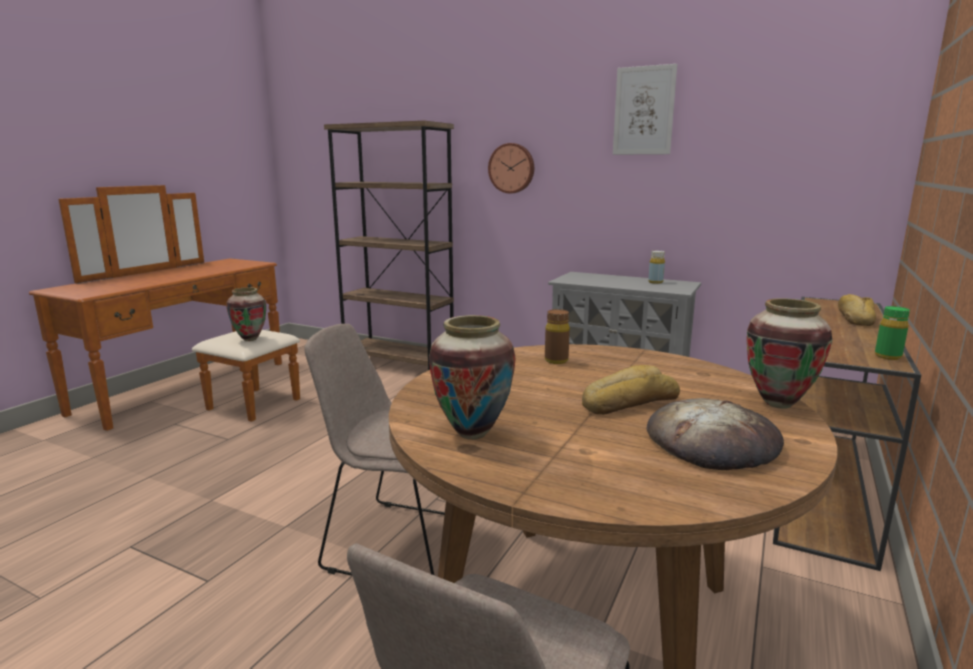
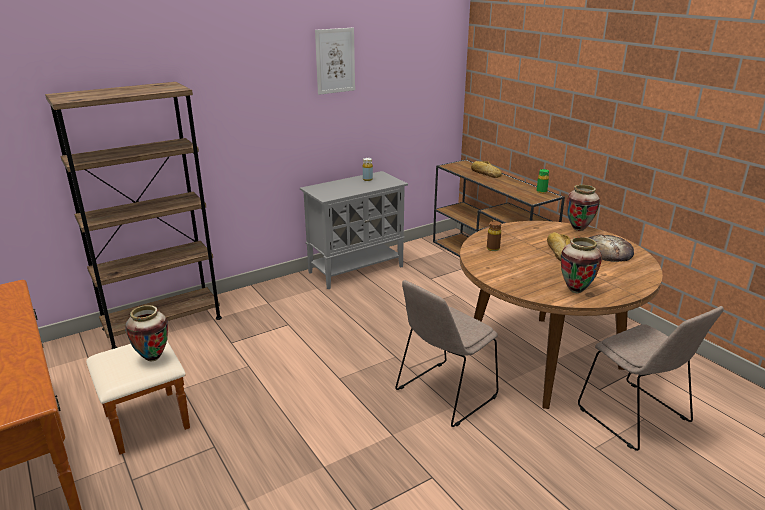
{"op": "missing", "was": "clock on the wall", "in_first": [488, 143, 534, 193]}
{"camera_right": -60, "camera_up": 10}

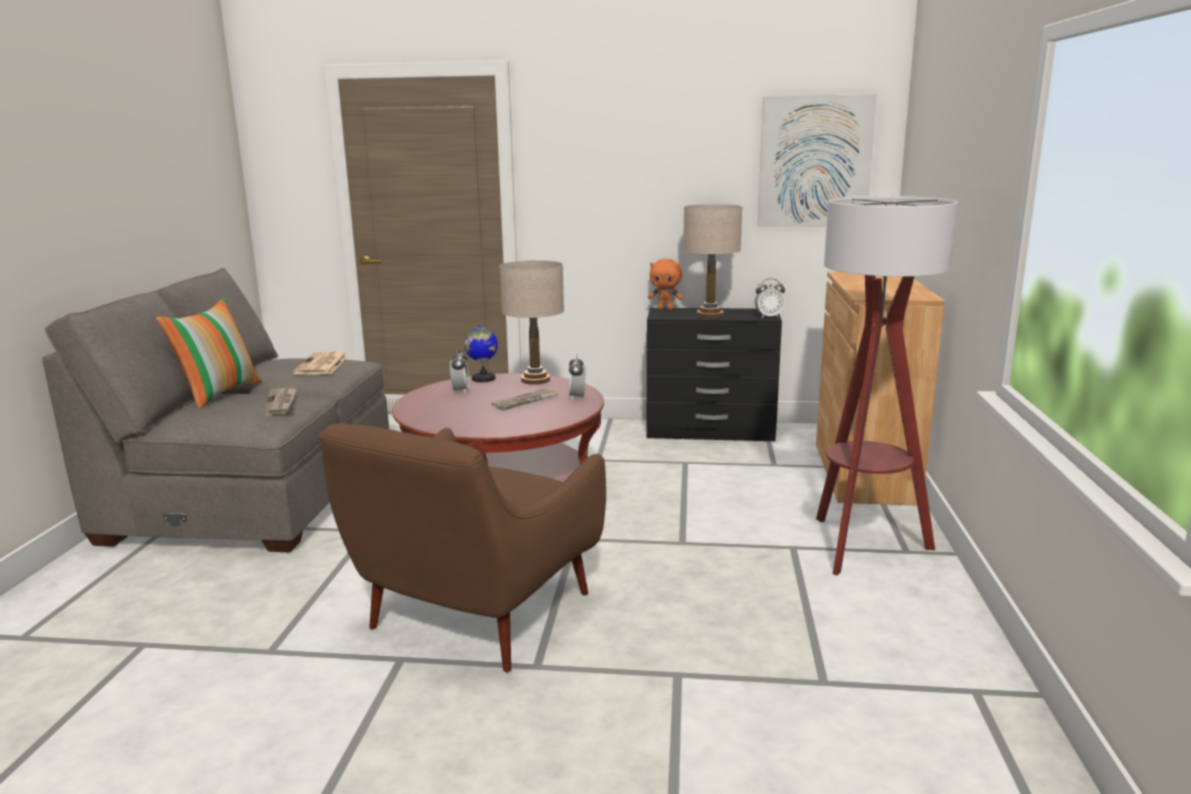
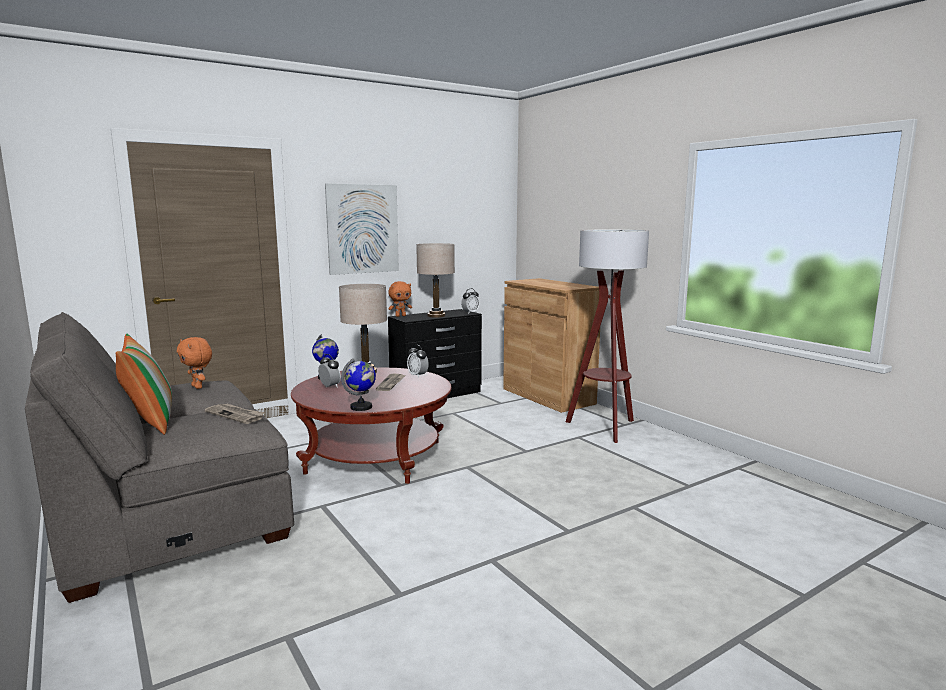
{"op": "relocated", "was": "picture", "in_first": [758, 94, 877, 227], "in_second": [325, 184, 399, 275]}
{"op": "exchanged", "was": "daily paper", "now": "cuddly toy in orange-coloured", "in_first": [293, 351, 348, 375], "in_second": [177, 337, 212, 389]}
{"op": "missing", "was": "lounge chair in brownish", "in_first": [319, 424, 606, 672]}
{"op": "appeared", "now": "desk globe", "in_second": [341, 358, 376, 411]}
{"camera_right": -40, "camera_up": -5}

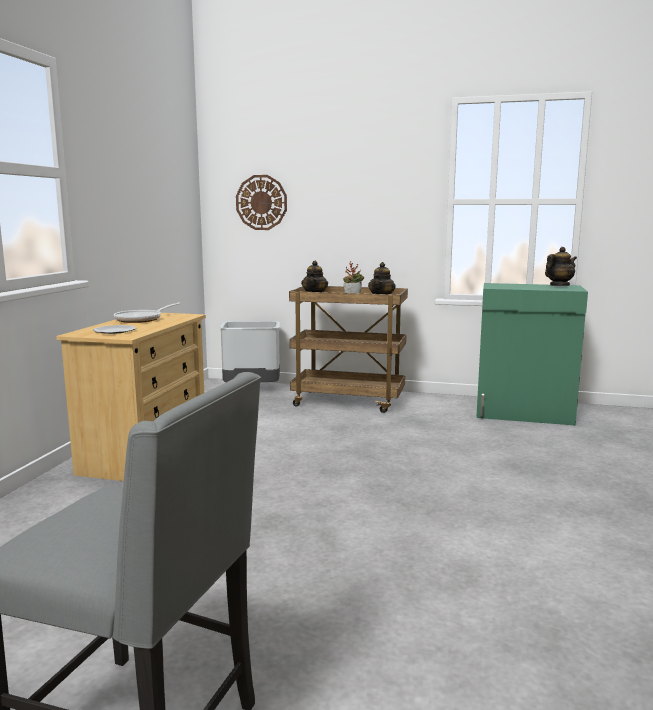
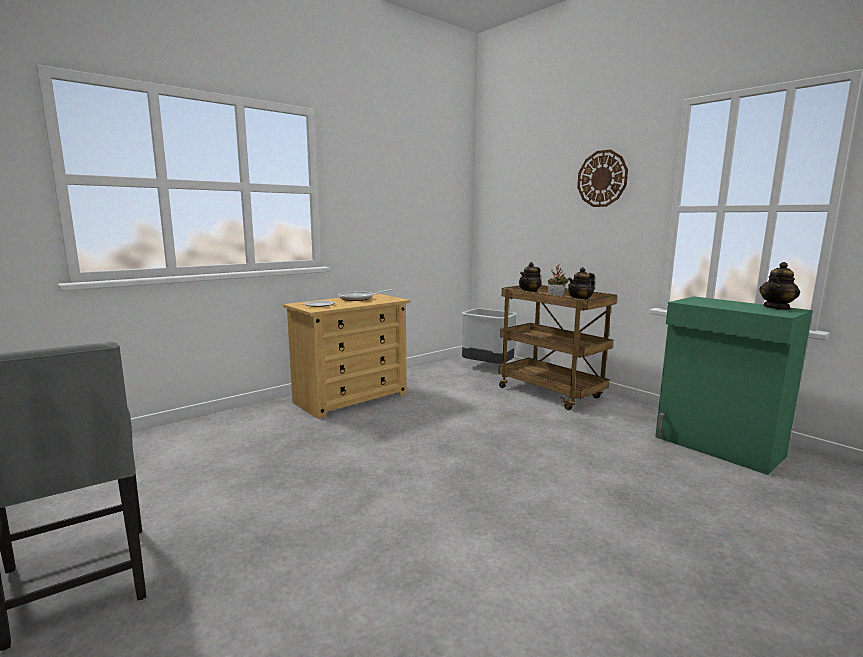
{"op": "relocated", "was": "clock on the wall", "in_first": [236, 175, 287, 230], "in_second": [577, 150, 628, 207]}
{"op": "spun", "was": "tea pot", "in_first": [545, 247, 577, 286], "in_second": [759, 262, 800, 310], "clockwise": 135}
{"camera_right": 35, "camera_up": 0}

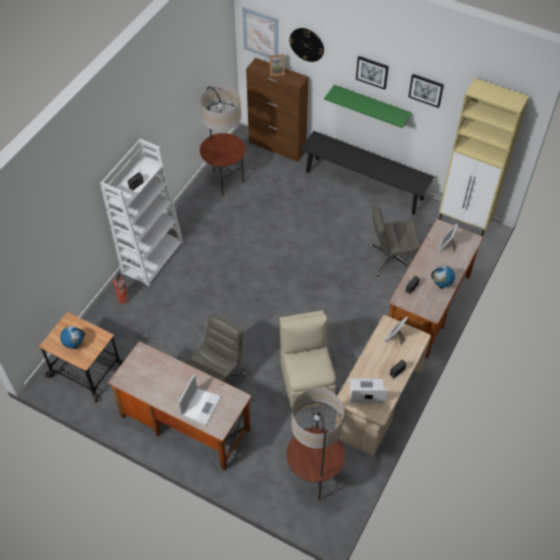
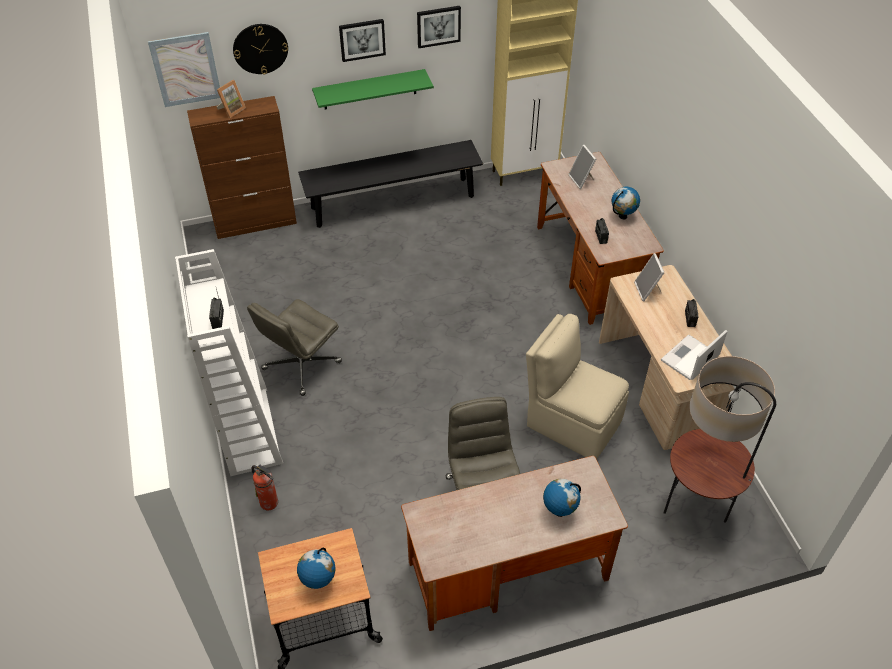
{"op": "missing", "was": "standing lamp", "in_first": [200, 86, 245, 195]}
{"op": "relocated", "was": "office chair in gray", "in_first": [369, 205, 421, 276], "in_second": [247, 299, 342, 396]}
{"op": "exchanged", "was": "notebook computer", "now": "desk globe", "in_first": [178, 374, 221, 425], "in_second": [543, 479, 581, 517]}
{"camera_right": -45, "camera_up": -5}

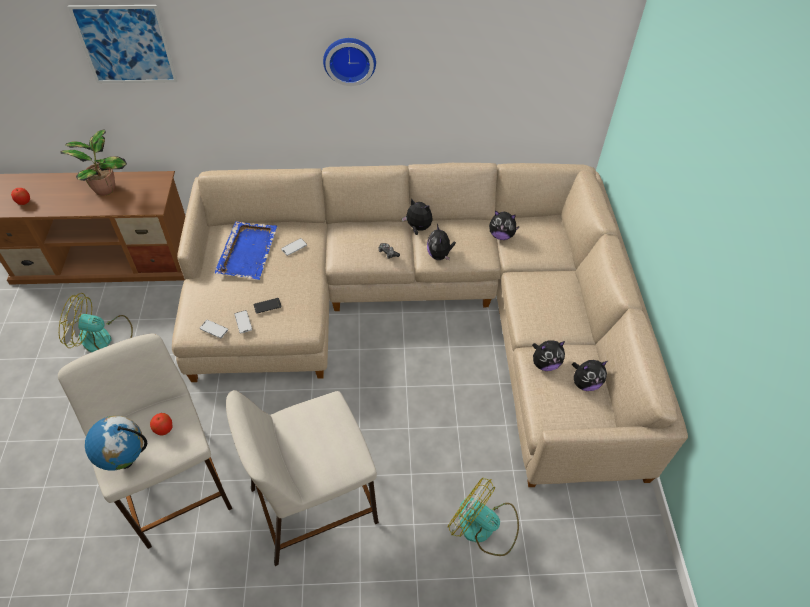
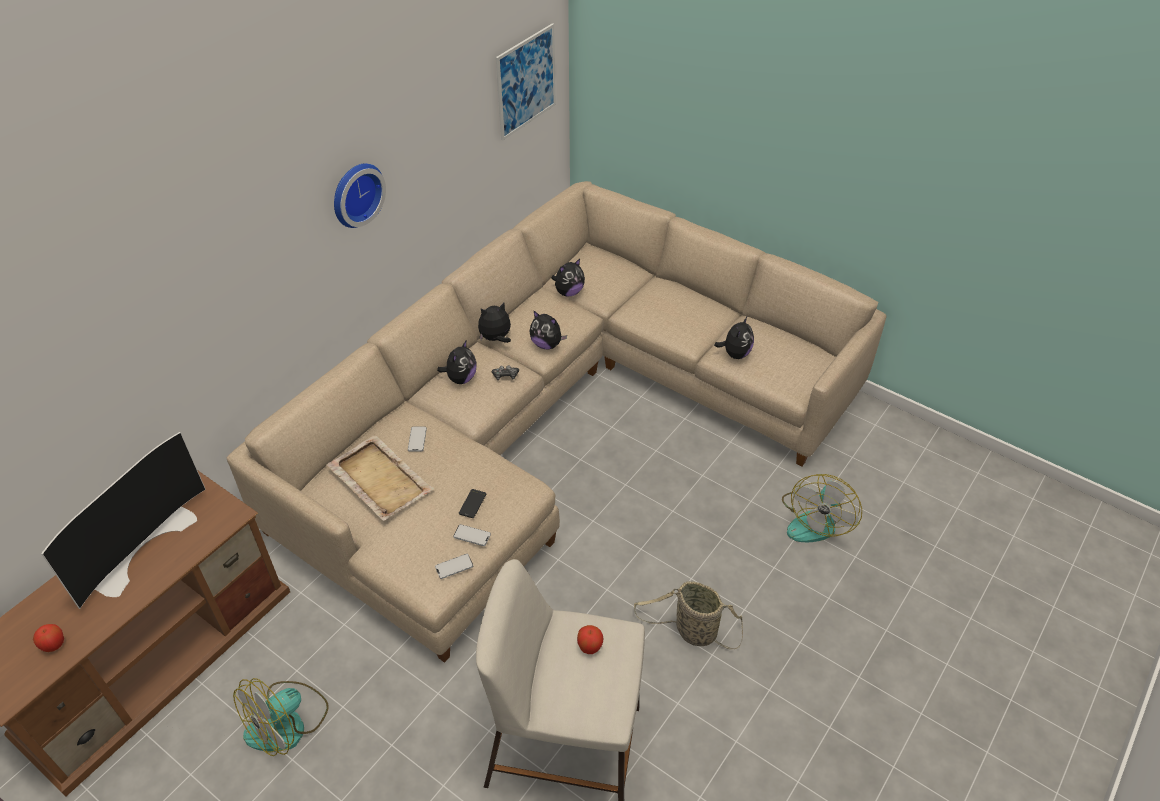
{"op": "relocated", "was": "picture", "in_first": [68, 5, 177, 83], "in_second": [496, 23, 556, 141]}
{"op": "exchanged", "was": "potted plant", "now": "television", "in_first": [60, 130, 127, 196], "in_second": [41, 432, 206, 609]}
{"op": "colour", "was": "serving tray in blue-coloured", "now": "serving tray in beige", "in_first": [215, 221, 277, 280], "in_second": [326, 435, 434, 521]}
{"op": "relocated", "was": "cuddly toy", "in_first": [572, 360, 607, 391], "in_second": [437, 341, 477, 384]}
{"op": "exchanged", "was": "stool in beige", "now": "storage basket", "in_first": [226, 390, 379, 566], "in_second": [634, 581, 743, 650]}
{"op": "missing", "was": "desk globe", "in_first": [85, 416, 147, 471]}
{"op": "spun", "was": "cooling fan", "in_first": [448, 478, 519, 556], "in_second": [782, 474, 862, 542], "clockwise": -45}
{"camera_right": -50, "camera_up": -5}

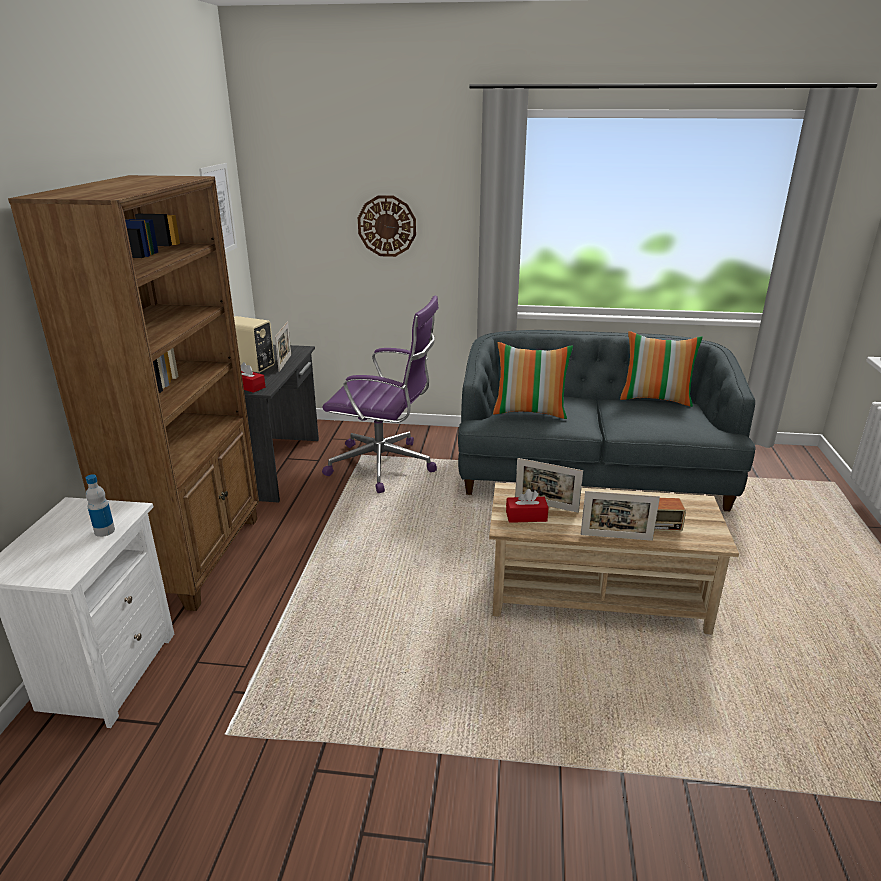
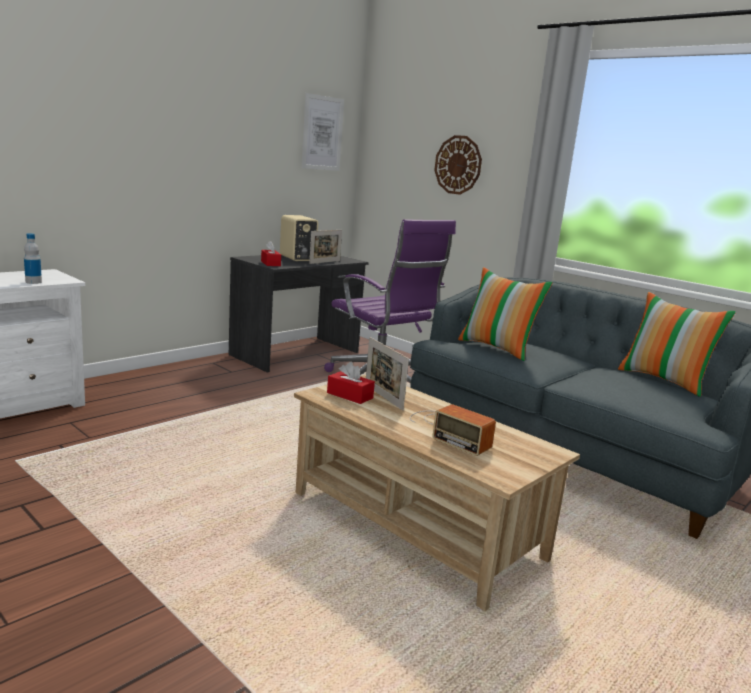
{"op": "missing", "was": "bookcase in brownish", "in_first": [8, 175, 259, 611]}
{"op": "missing", "was": "photo frame", "in_first": [581, 491, 660, 541]}
{"camera_right": 35, "camera_up": -10}

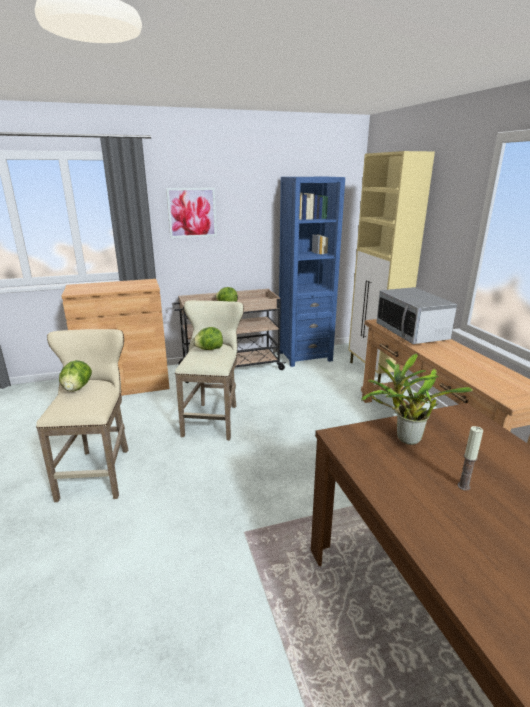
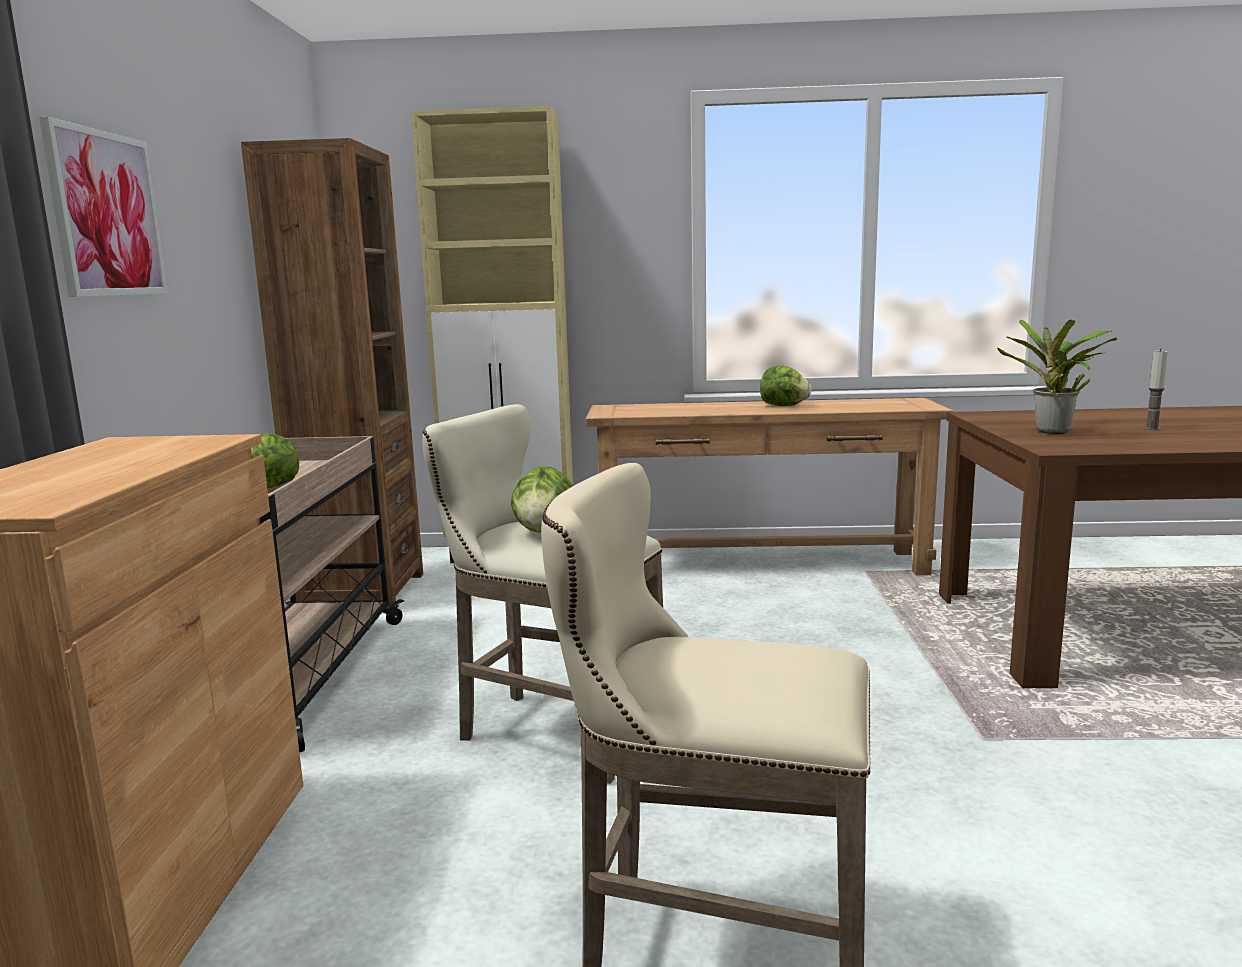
{"op": "colour", "was": "bookcase in blue-coloured", "now": "bookcase in brownish", "in_first": [279, 177, 345, 367], "in_second": [241, 138, 423, 613]}
{"op": "missing", "was": "microwave", "in_first": [376, 287, 457, 344]}
{"op": "relocated", "was": "head of lettuce", "in_first": [59, 360, 92, 392], "in_second": [760, 365, 812, 406]}
{"camera_right": -70, "camera_up": -10}

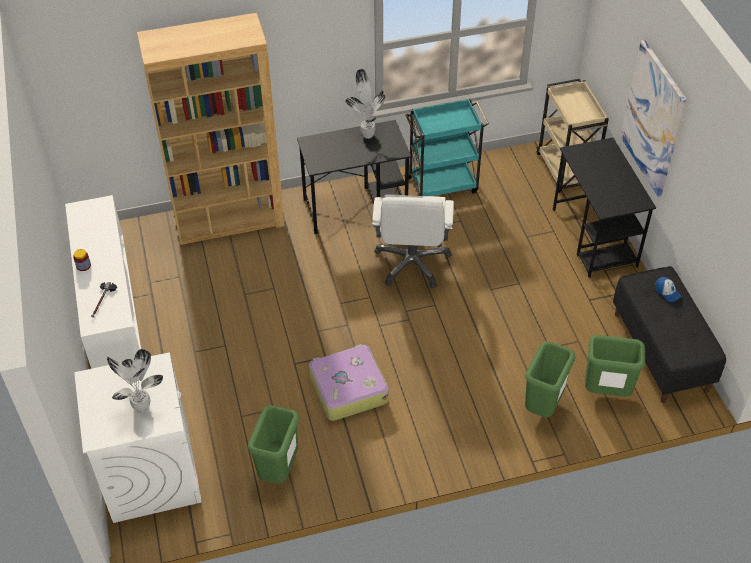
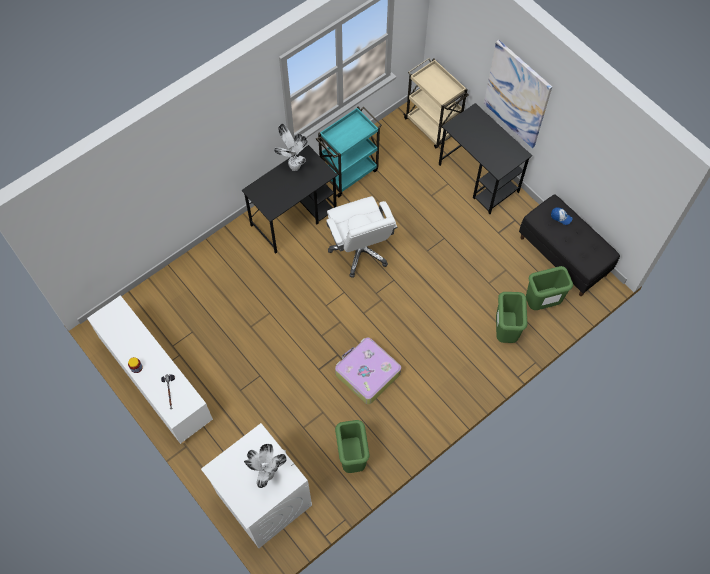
{"op": "missing", "was": "bookcase in brownish", "in_first": [137, 13, 285, 245]}
{"camera_right": -25, "camera_up": 15}

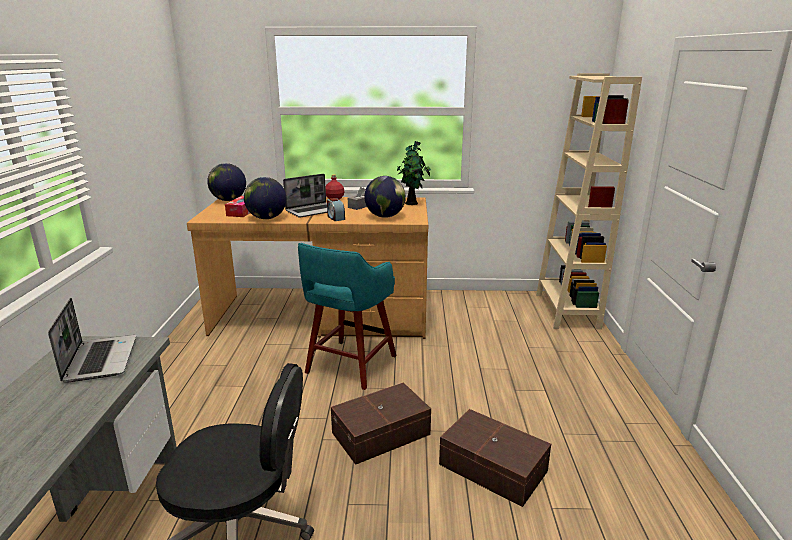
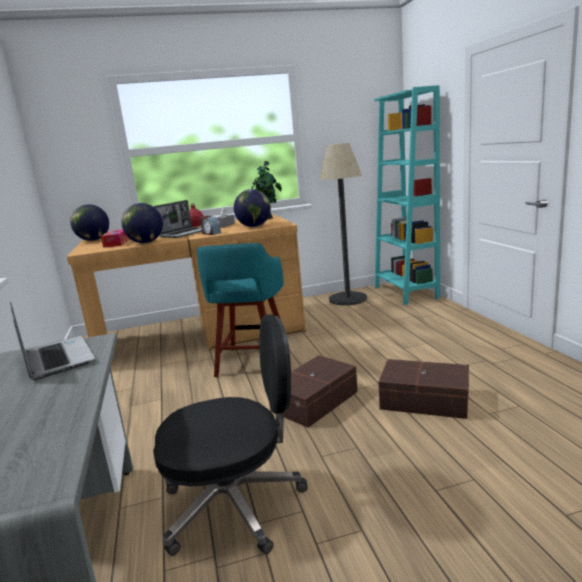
{"op": "colour", "was": "bookcase in beige", "now": "bookcase in blue-green", "in_first": [536, 73, 642, 330], "in_second": [374, 85, 440, 305]}
{"op": "appeared", "now": "standing lamp", "in_second": [319, 143, 367, 305]}
{"camera_right": -15, "camera_up": -5}

